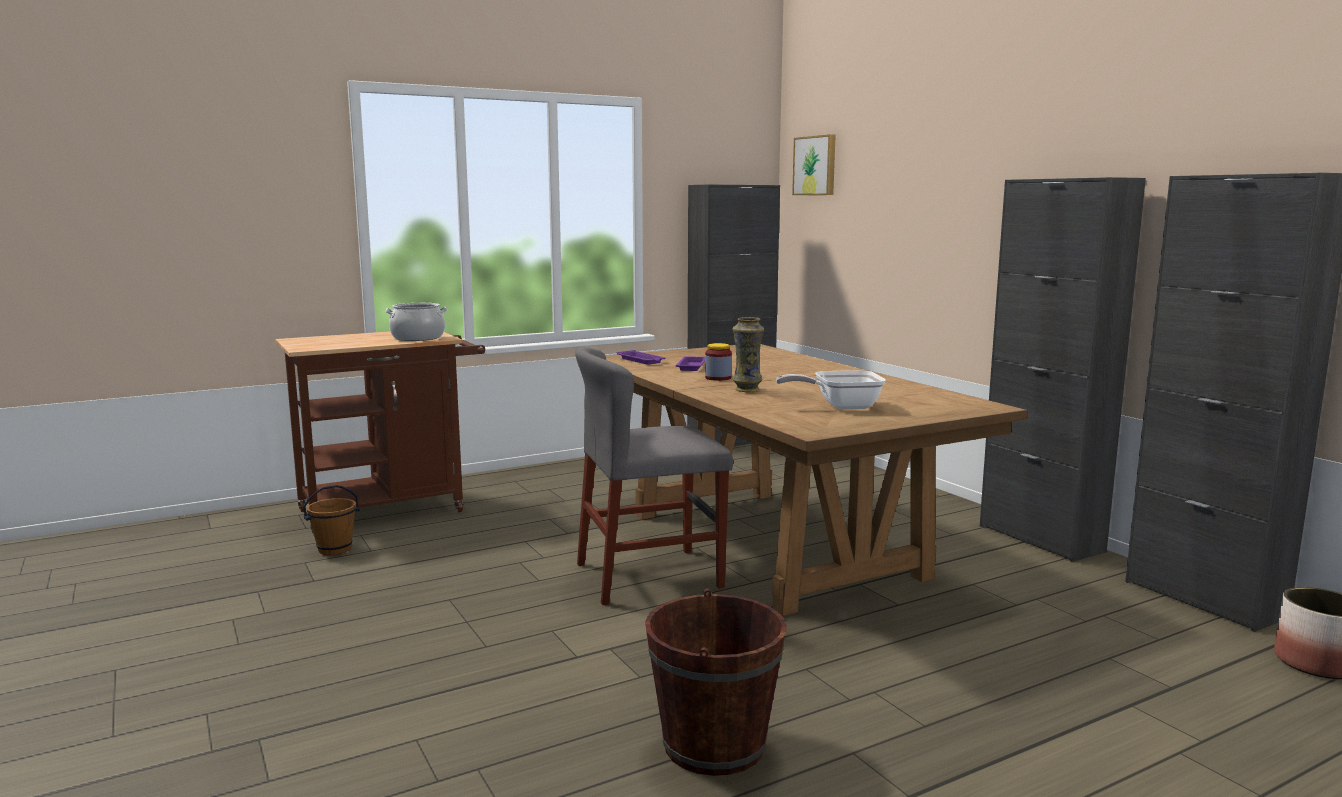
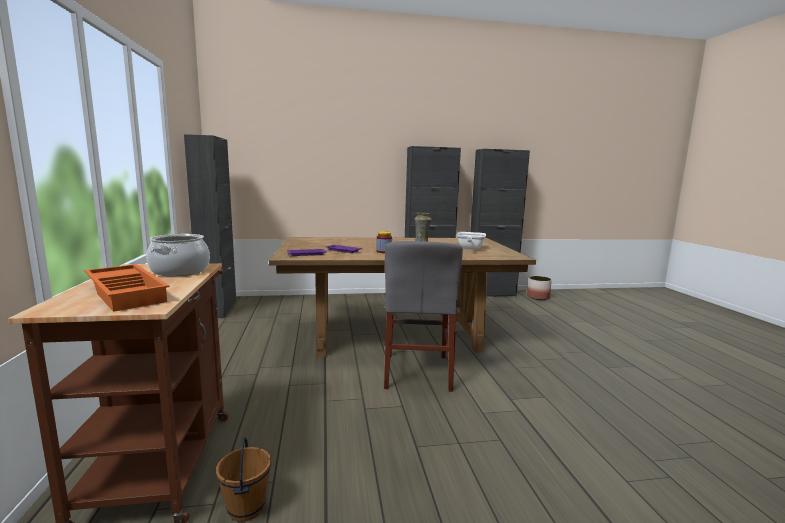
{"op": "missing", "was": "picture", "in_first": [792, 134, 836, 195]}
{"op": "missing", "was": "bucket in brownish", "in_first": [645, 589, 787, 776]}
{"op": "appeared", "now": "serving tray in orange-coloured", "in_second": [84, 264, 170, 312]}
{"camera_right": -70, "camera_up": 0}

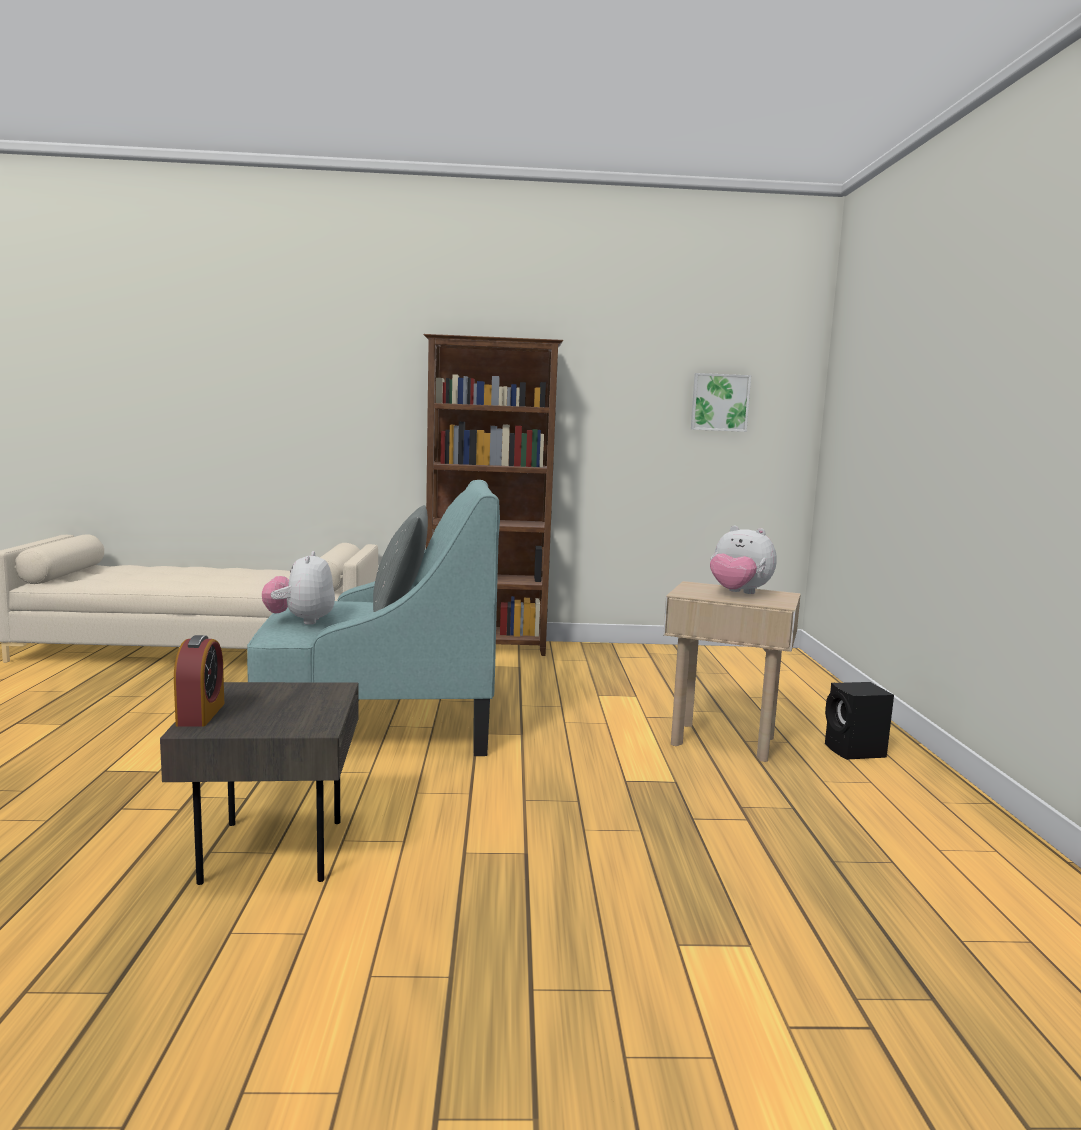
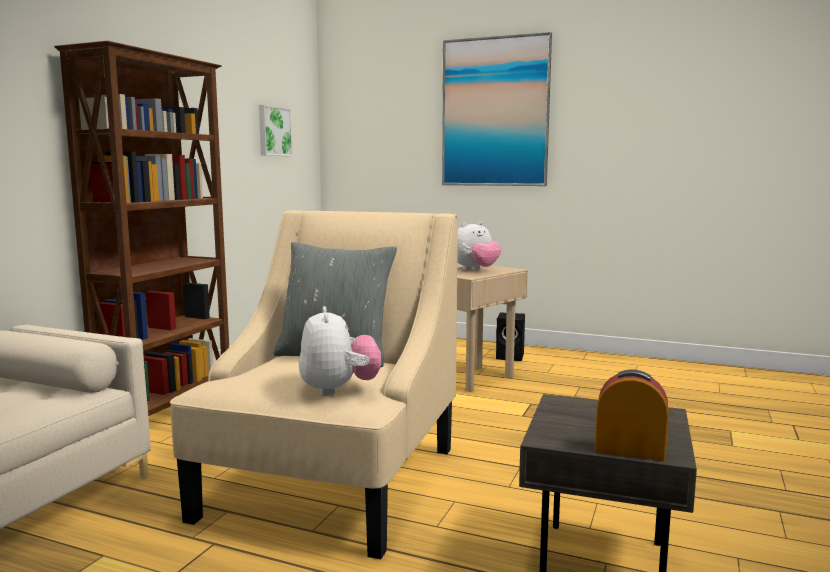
{"op": "colour", "was": "lounge chair in blue-green", "now": "lounge chair in beige", "in_first": [247, 480, 500, 756], "in_second": [170, 210, 458, 559]}
{"op": "spun", "was": "cuddly toy", "in_first": [262, 551, 335, 625], "in_second": [299, 306, 381, 396], "clockwise": -120}
{"op": "appeared", "now": "picture", "in_second": [442, 32, 552, 186]}
{"camera_right": -65, "camera_up": 0}

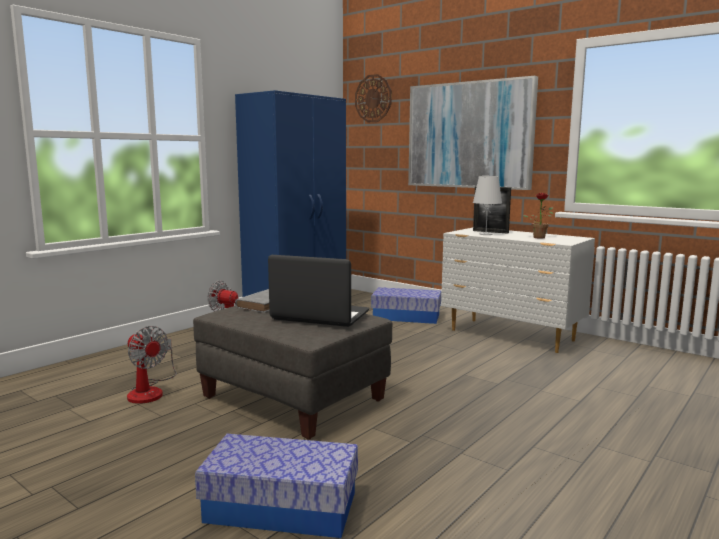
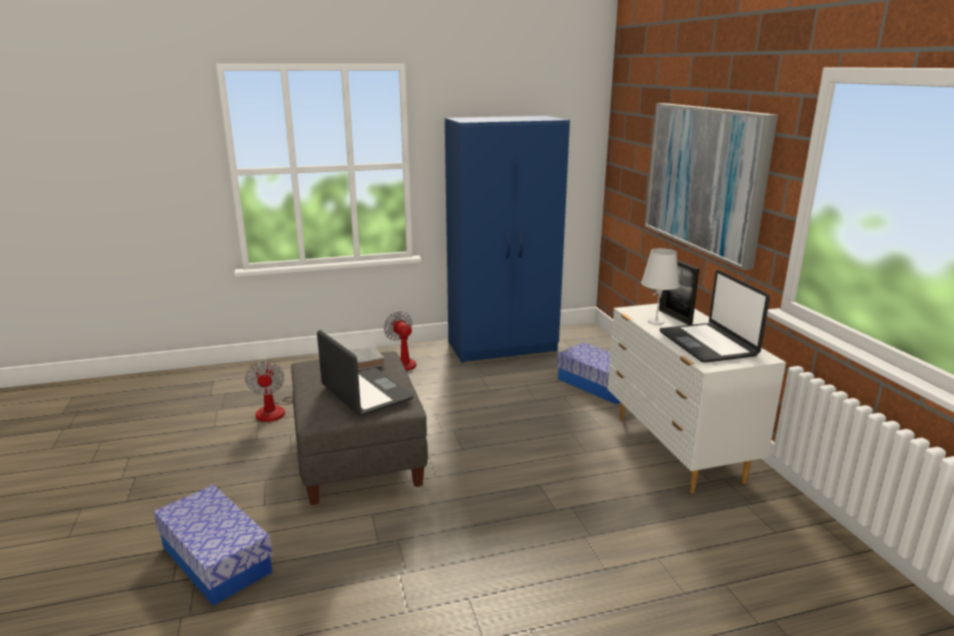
{"op": "missing", "was": "clock on the wall", "in_first": [355, 74, 392, 122]}
{"op": "exchanged", "was": "potted plant", "now": "notebook computer", "in_first": [523, 193, 553, 239], "in_second": [659, 270, 770, 363]}
{"camera_right": 35, "camera_up": 10}

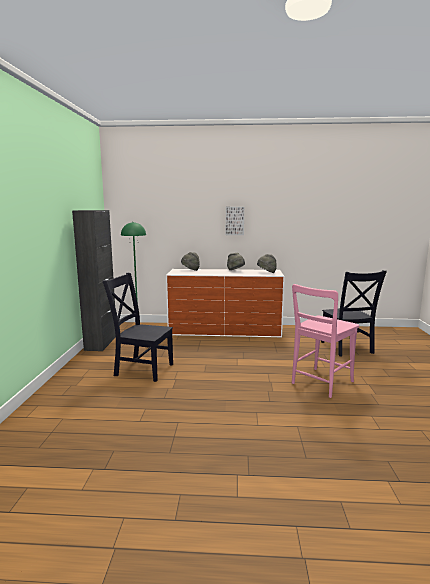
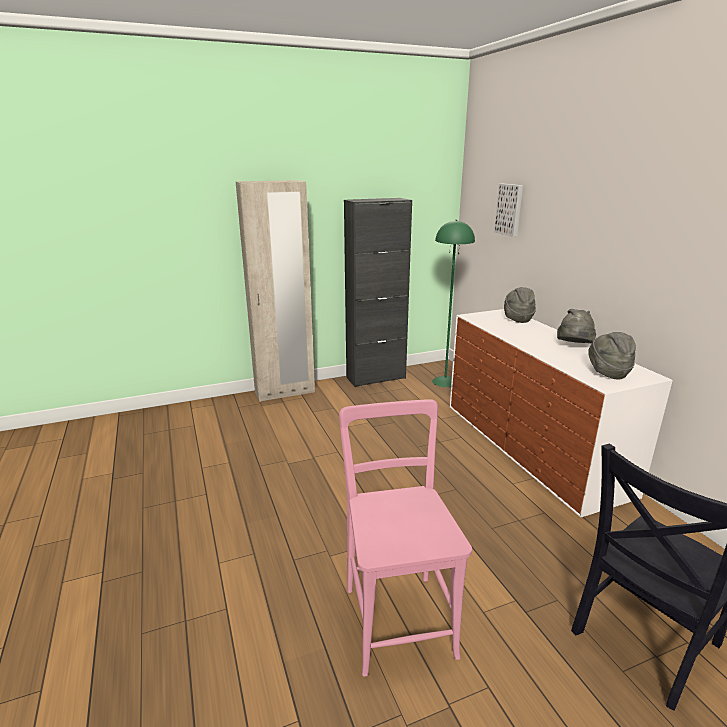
{"op": "relocated", "was": "picture", "in_first": [226, 207, 244, 235], "in_second": [494, 184, 523, 237]}
{"op": "missing", "was": "chair in black", "in_first": [103, 273, 173, 382]}
{"op": "spun", "was": "chair in pink", "in_first": [292, 284, 359, 398], "in_second": [339, 399, 472, 677], "clockwise": 60}
{"op": "appeared", "now": "armoire in beige", "in_second": [236, 180, 315, 402]}
{"camera_right": 65, "camera_up": 10}

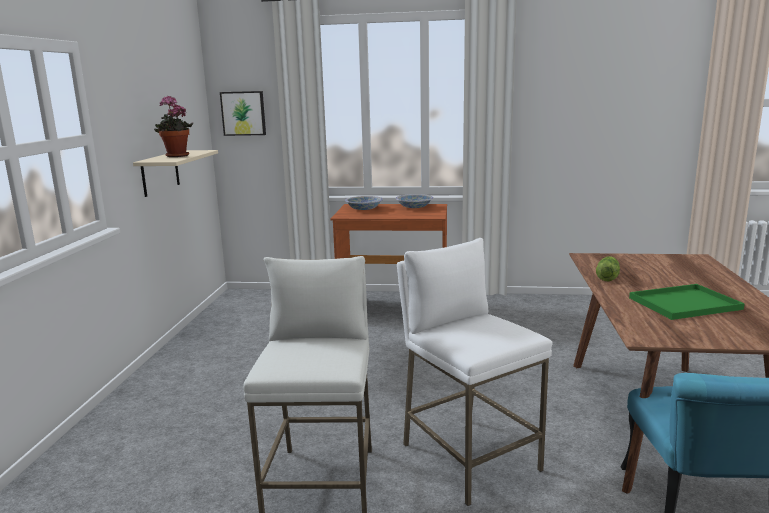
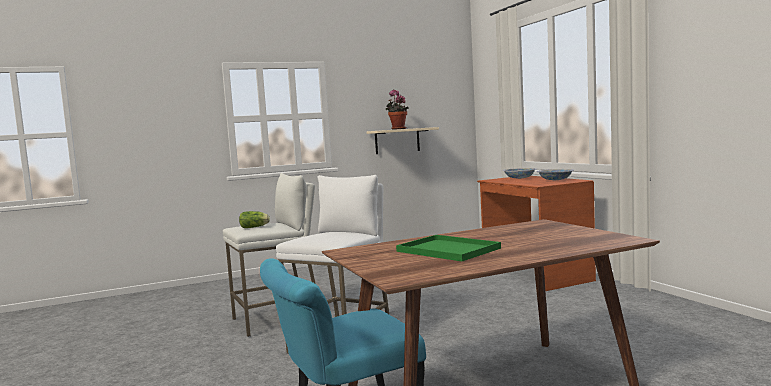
{"op": "missing", "was": "picture", "in_first": [220, 91, 266, 136]}
{"op": "relocated", "was": "head of lettuce", "in_first": [596, 256, 620, 281], "in_second": [239, 211, 270, 228]}
{"camera_right": 60, "camera_up": -10}

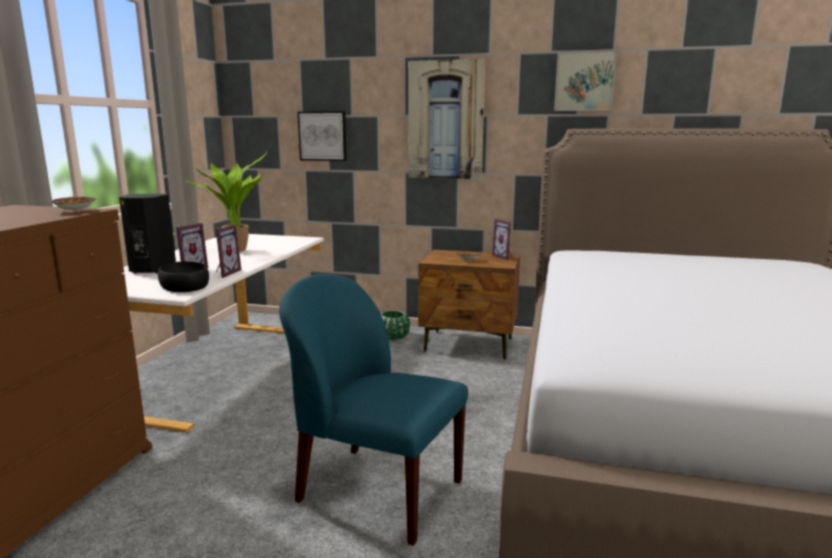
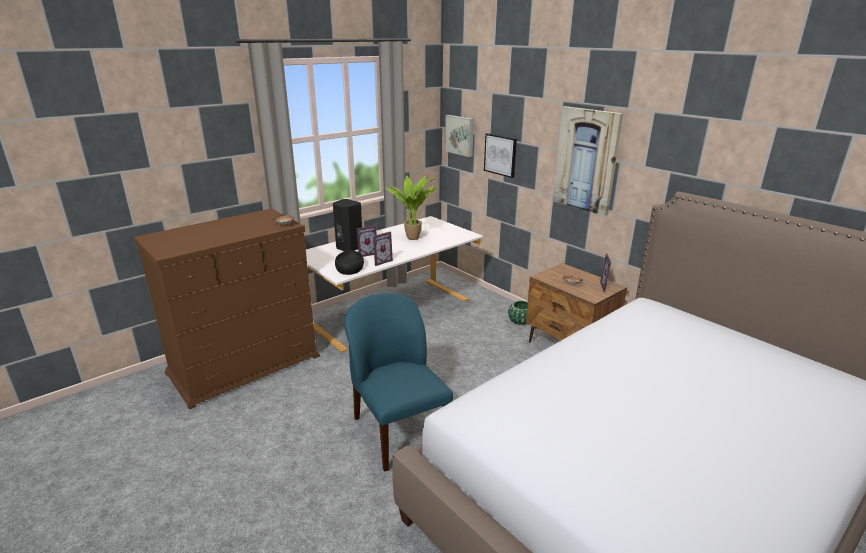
{"op": "relocated", "was": "picture", "in_first": [554, 51, 617, 111], "in_second": [445, 115, 474, 157]}
{"camera_right": 35, "camera_up": 10}

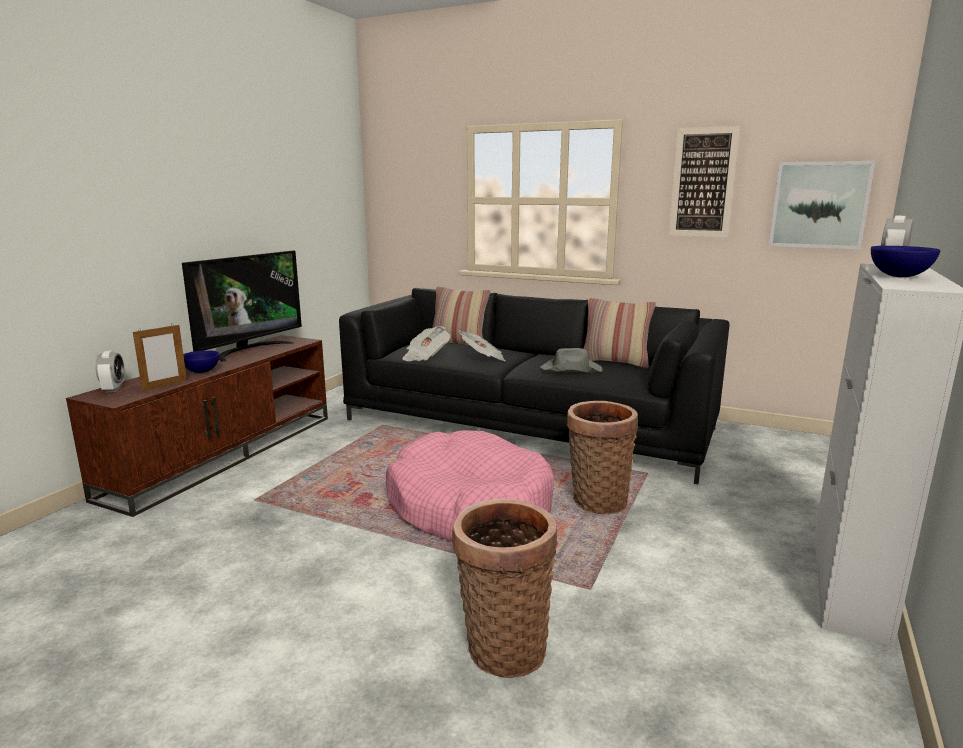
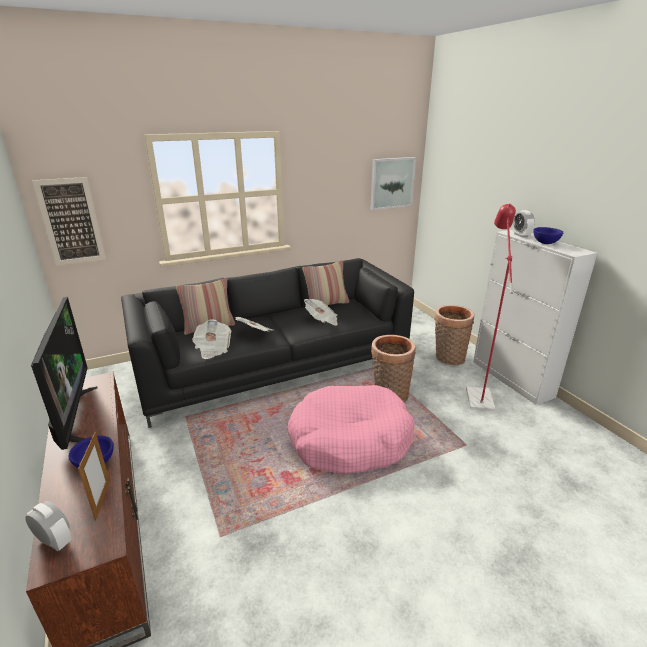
{"op": "relocated", "was": "picture", "in_first": [669, 126, 740, 237], "in_second": [32, 177, 106, 266]}
{"op": "exchanged", "was": "clothing hat in gray", "now": "daily paper", "in_first": [540, 348, 603, 373], "in_second": [304, 299, 337, 326]}
{"op": "relocated", "was": "storage basket", "in_first": [452, 499, 558, 678], "in_second": [435, 305, 474, 365]}
{"op": "appeared", "now": "standing lamp in reddish", "in_second": [466, 204, 516, 412]}
{"camera_right": -50, "camera_up": 10}

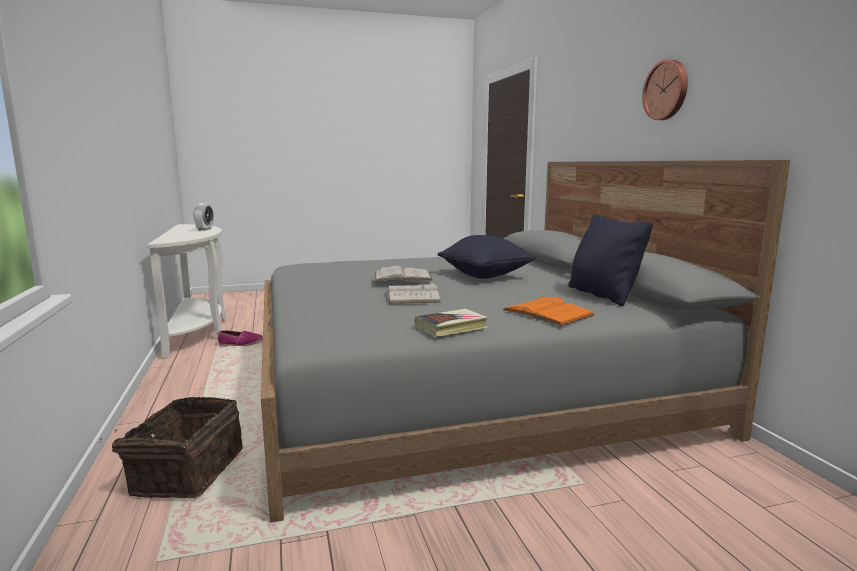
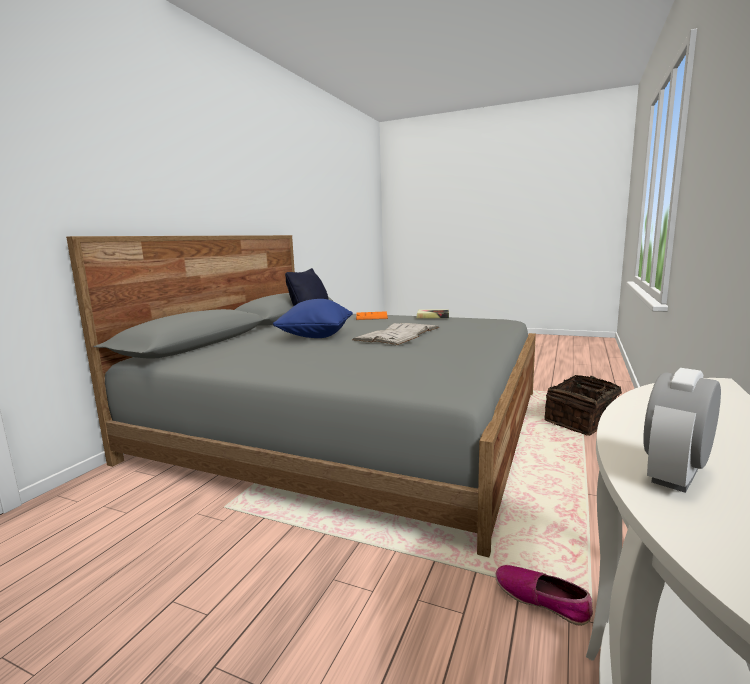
{"op": "missing", "was": "clock on the wall", "in_first": [642, 60, 688, 120]}
{"op": "colour", "was": "throw pillow in black", "now": "throw pillow in blue-coloured", "in_first": [438, 235, 536, 279], "in_second": [273, 299, 353, 338]}
{"camera_right": -140, "camera_up": 0}

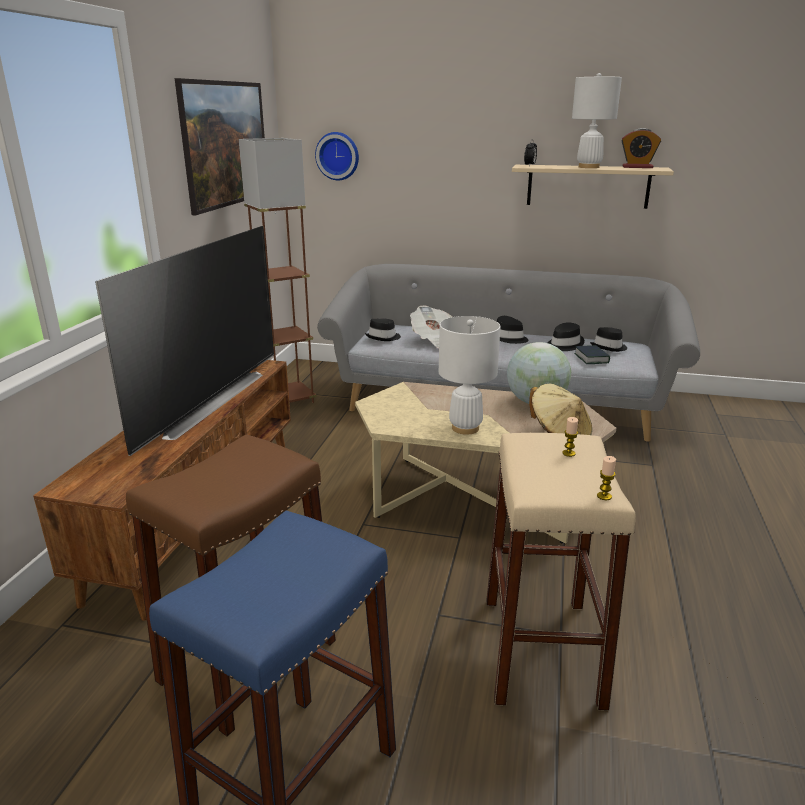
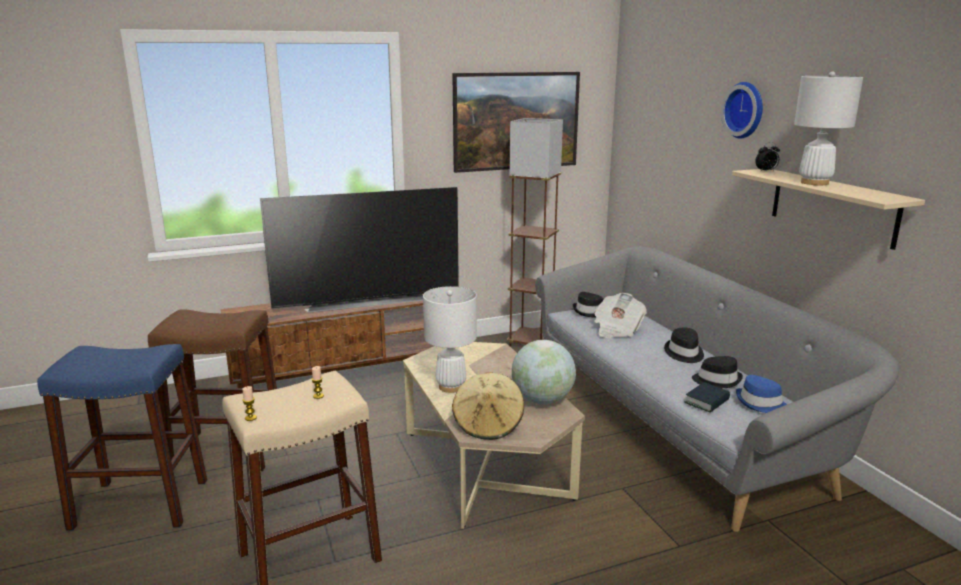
{"op": "missing", "was": "bedside clock", "in_first": [621, 128, 661, 168]}
{"op": "relocated", "was": "clock on the wall", "in_first": [315, 132, 359, 181], "in_second": [721, 82, 763, 138]}
{"op": "colour", "was": "clothing hat in black", "now": "clothing hat in blue-coloured", "in_first": [590, 327, 627, 352], "in_second": [736, 375, 787, 413]}
{"camera_right": 55, "camera_up": -5}

